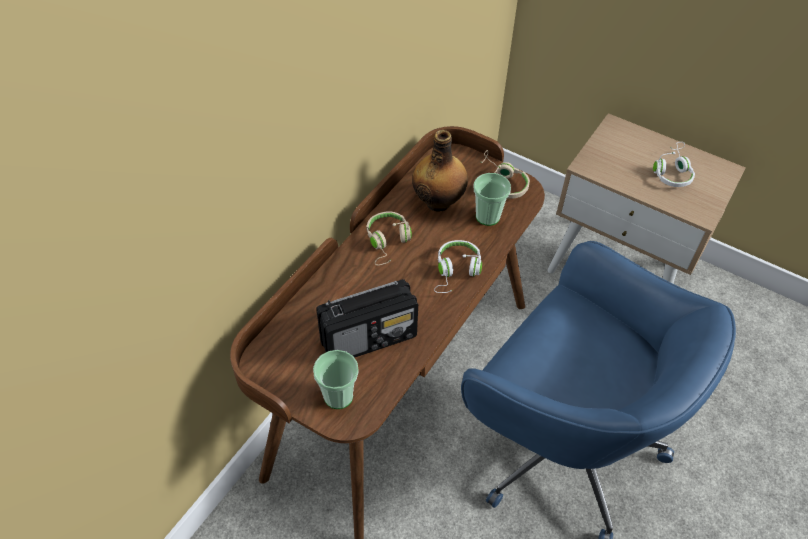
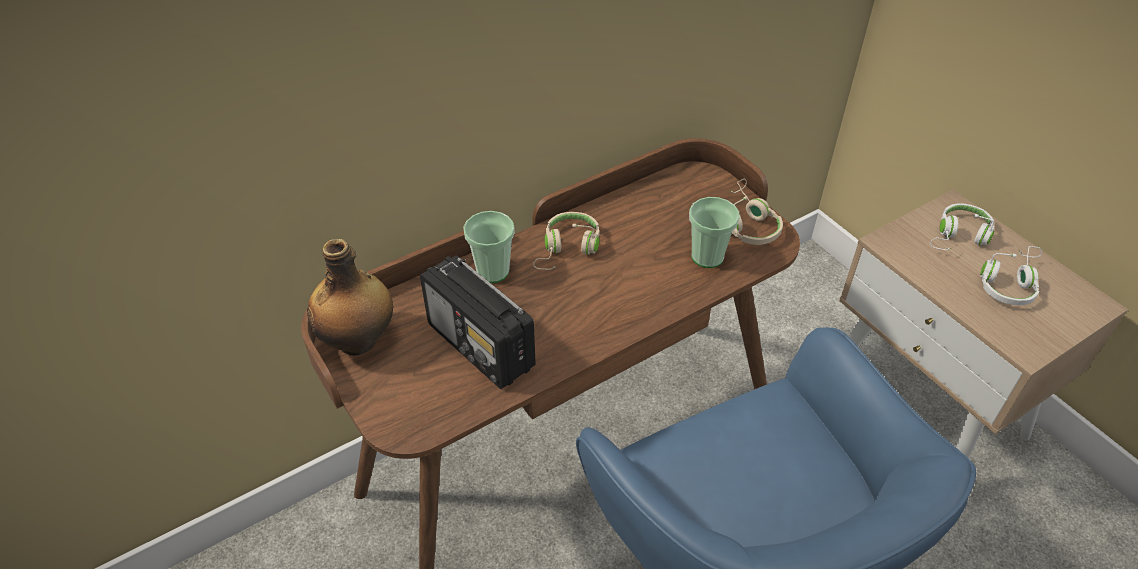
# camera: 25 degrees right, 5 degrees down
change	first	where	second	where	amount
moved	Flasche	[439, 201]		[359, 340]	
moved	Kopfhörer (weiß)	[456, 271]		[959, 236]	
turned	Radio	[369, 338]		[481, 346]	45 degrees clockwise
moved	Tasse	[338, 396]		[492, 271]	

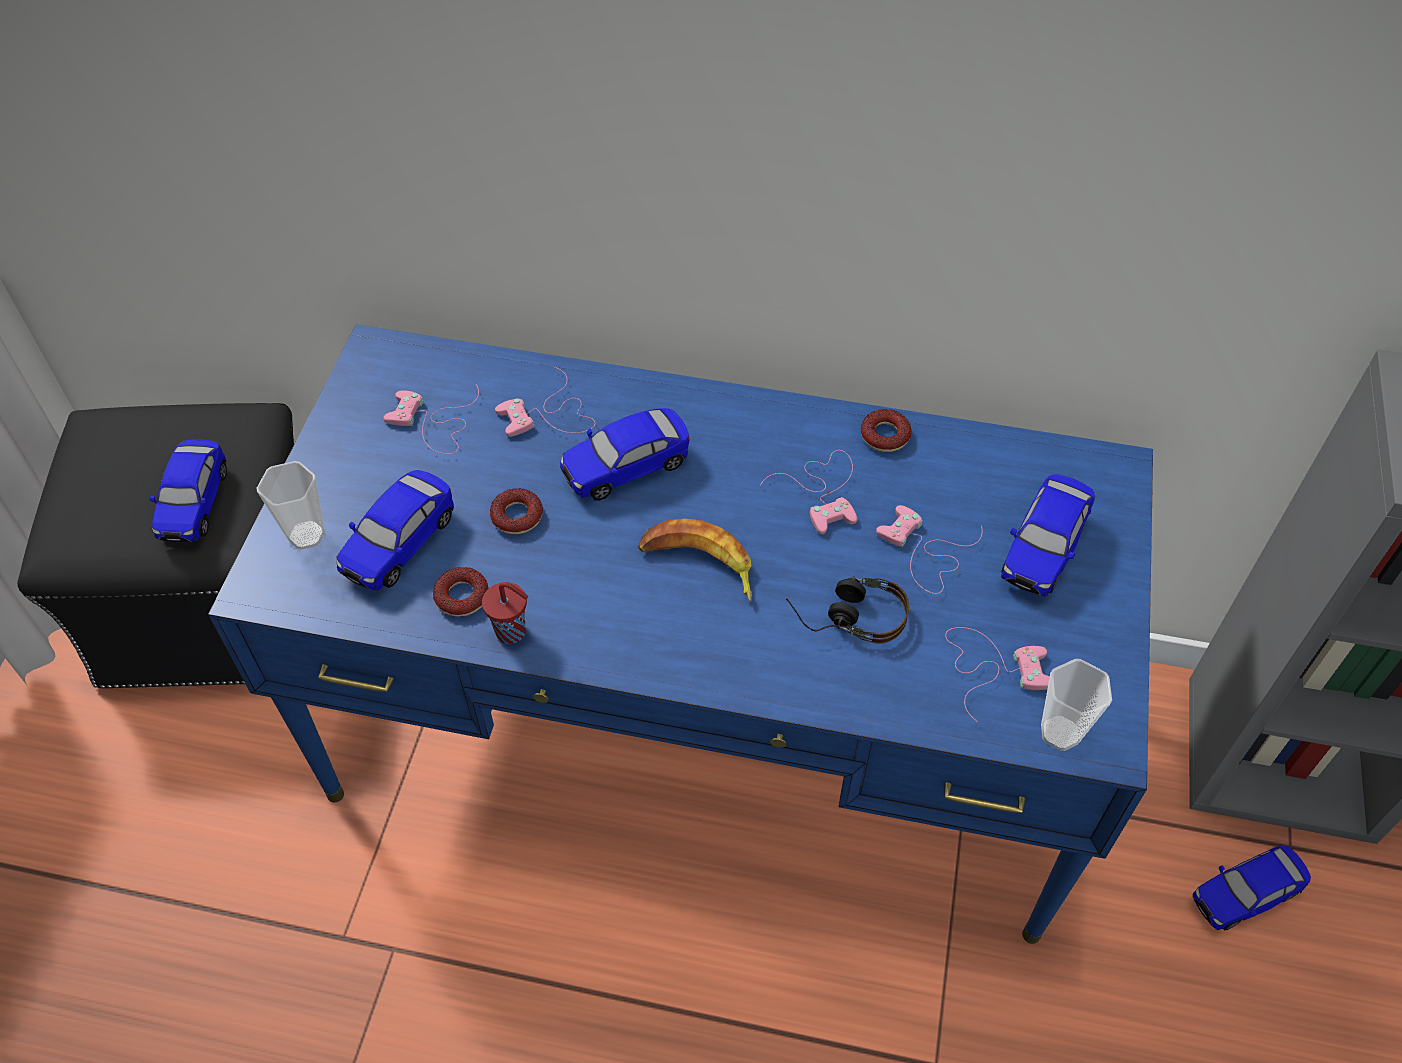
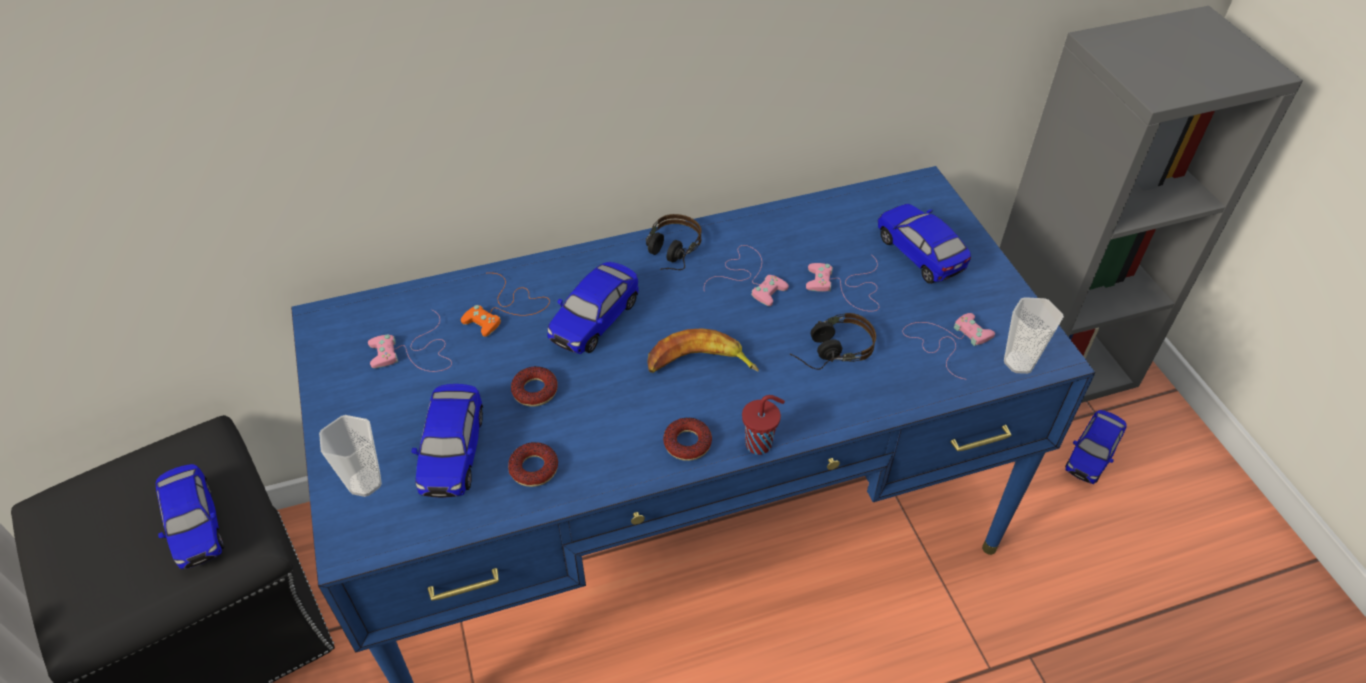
# camera: 30 degrees left, 5 degrees down
change	first	where	second	where	amount
recoloured	Gamepad (rosa)	[549, 415]	Gamepad (orange)	[506, 308]	
moved	Donut	[885, 435]		[687, 443]	
turned	Spielzeugauto	[1042, 549]		[919, 254]	150 degrees clockwise
moved	Tasse (rot)	[512, 632]		[760, 444]	
added			Kopfhörer	[669, 255]	

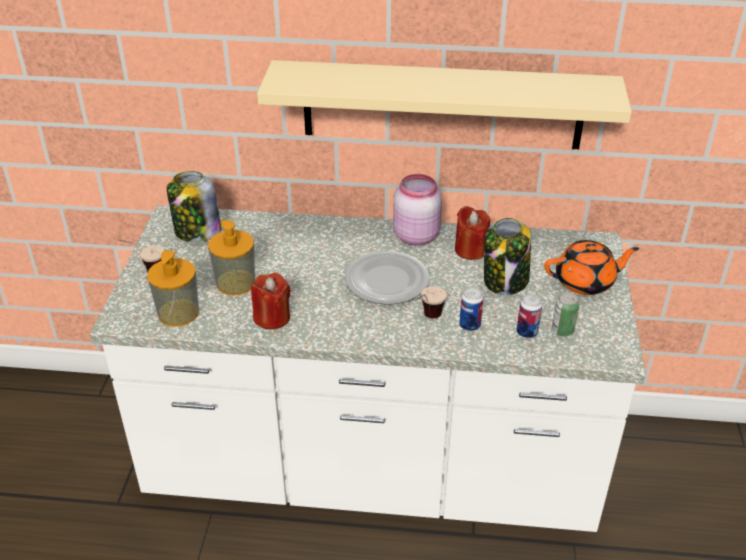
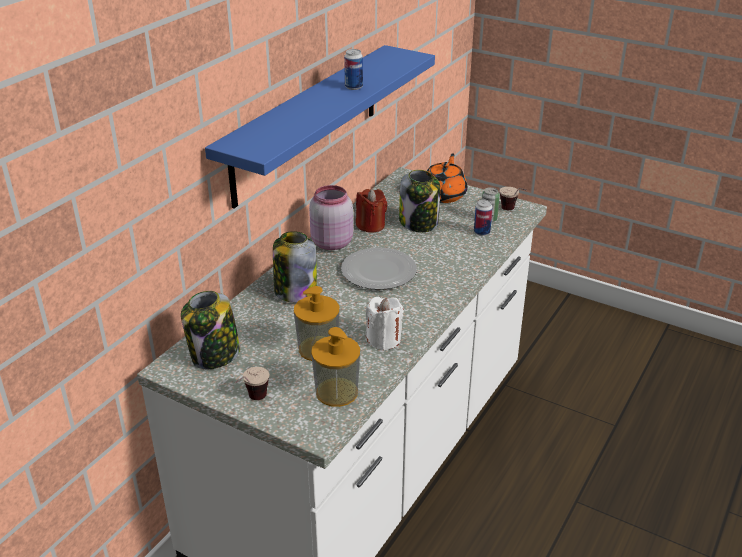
# camera: 65 degrees left, 5 degrees down
change	first	where	second	where	amount
recoloured	Wandregal (beige)	[442, 105]	Wandregal (blau)	[307, 123]	
recoloured	Kerze (rot)	[272, 317]	Kerze (weiß)	[384, 339]	
moved	Tasse	[427, 319]		[512, 211]	
moved	Dose	[469, 325]		[353, 87]	
added			Vorratsglas	[295, 292]	

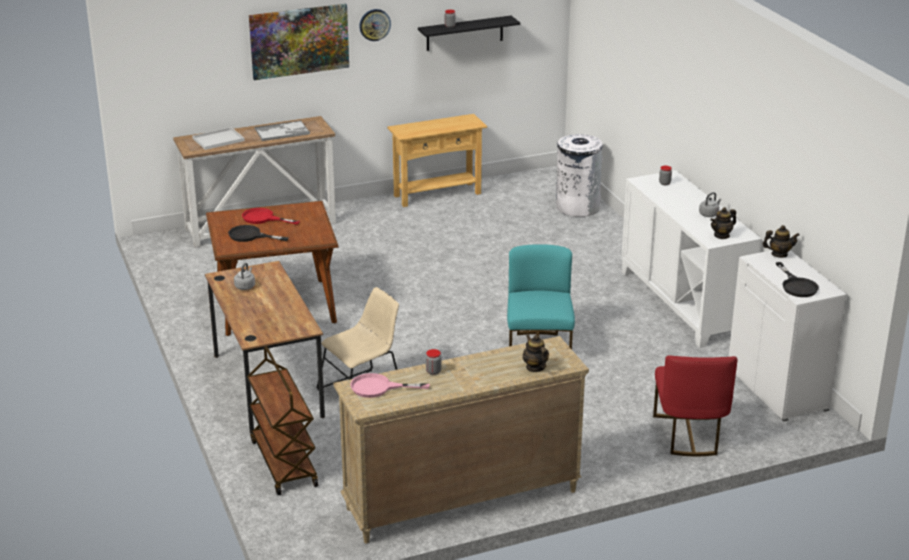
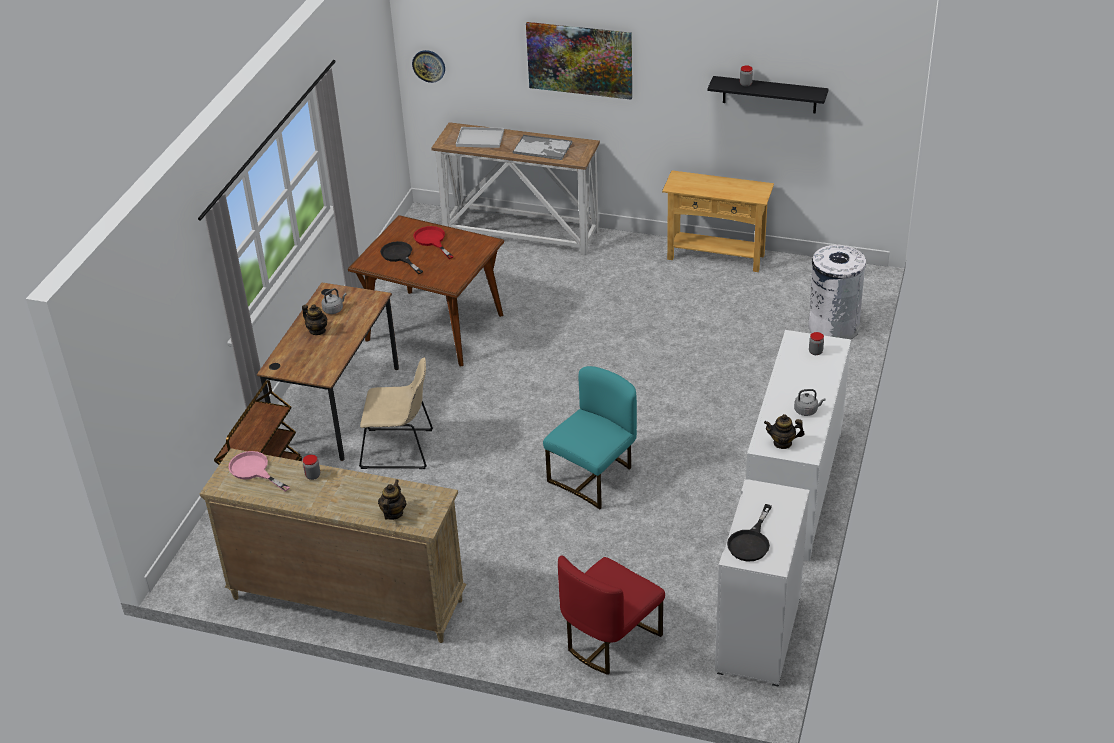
# camera: 40 degrees right, 10 degrees up
change	first	where	second	where	amount
moved	Wanduhr	[374, 24]		[429, 65]	
moved	Teekanne	[779, 254]		[317, 330]	

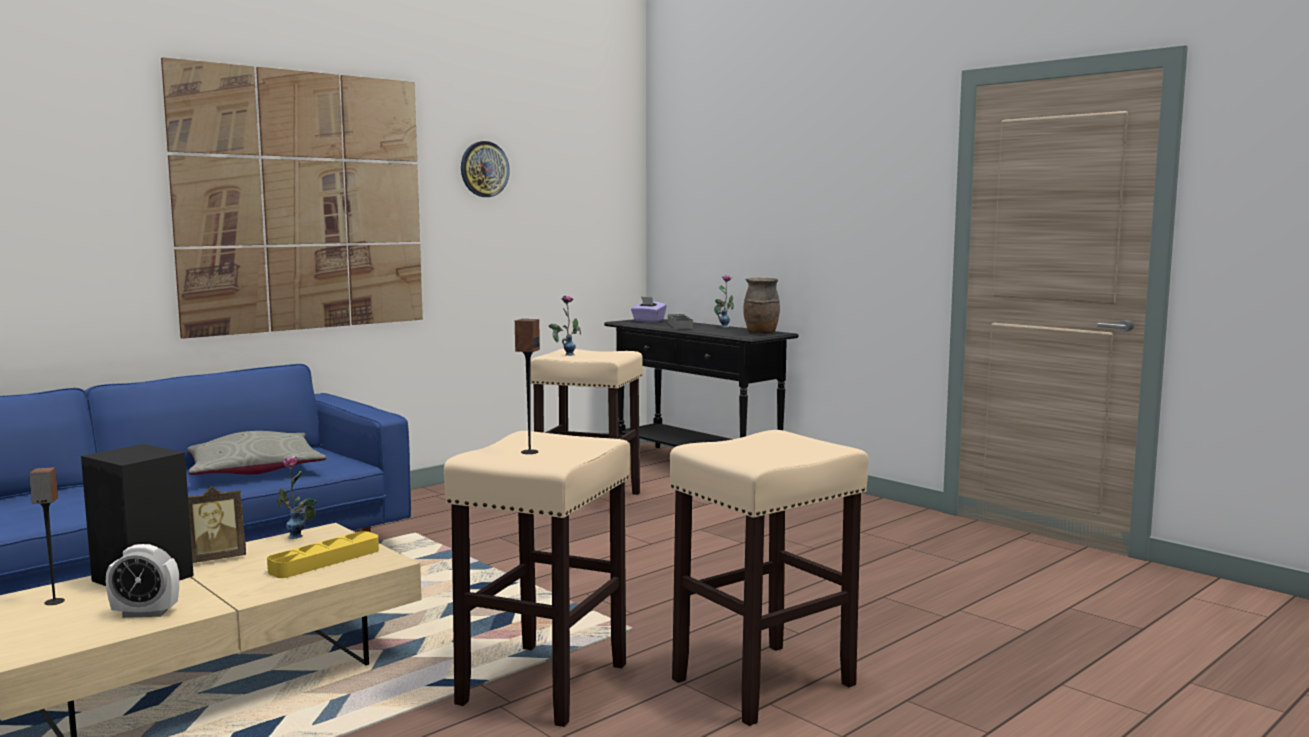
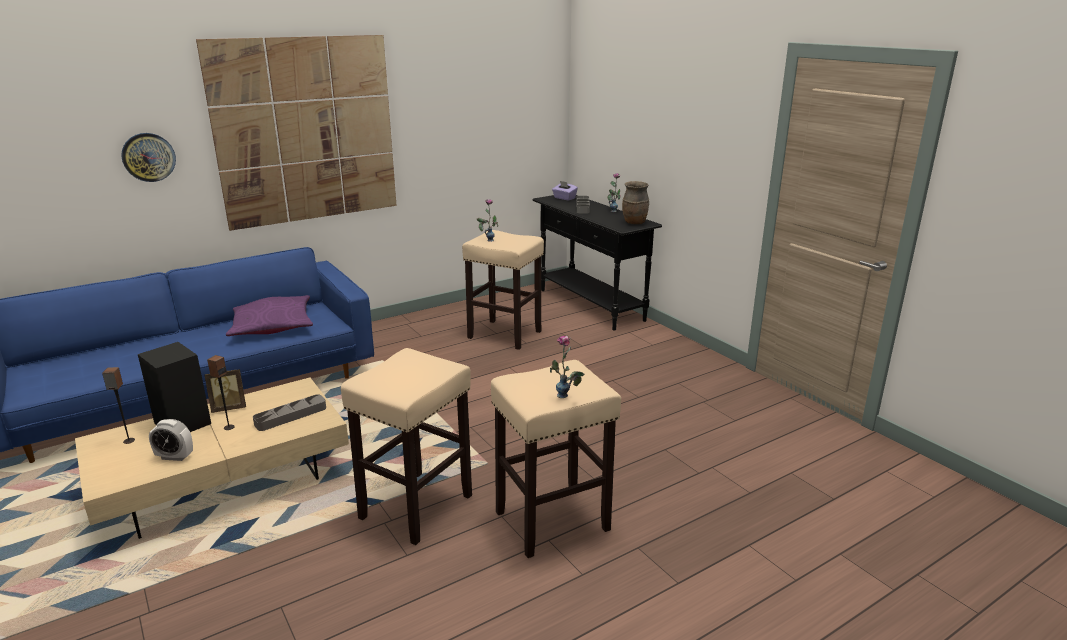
# camera: 10 degrees right, 15 degrees up
change	first	where	second	where	amount
moved	Wanduhr	[484, 169]		[148, 157]	
moved	Lautsprecher	[529, 452]		[229, 427]	
recoloured	Kissen (grau)	[252, 471]	Kissen (lila)	[272, 325]	
moved	Vase	[298, 539]		[566, 399]	
recoloured	Tablett (gelb)	[325, 560]	Tablett (grau)	[291, 416]	

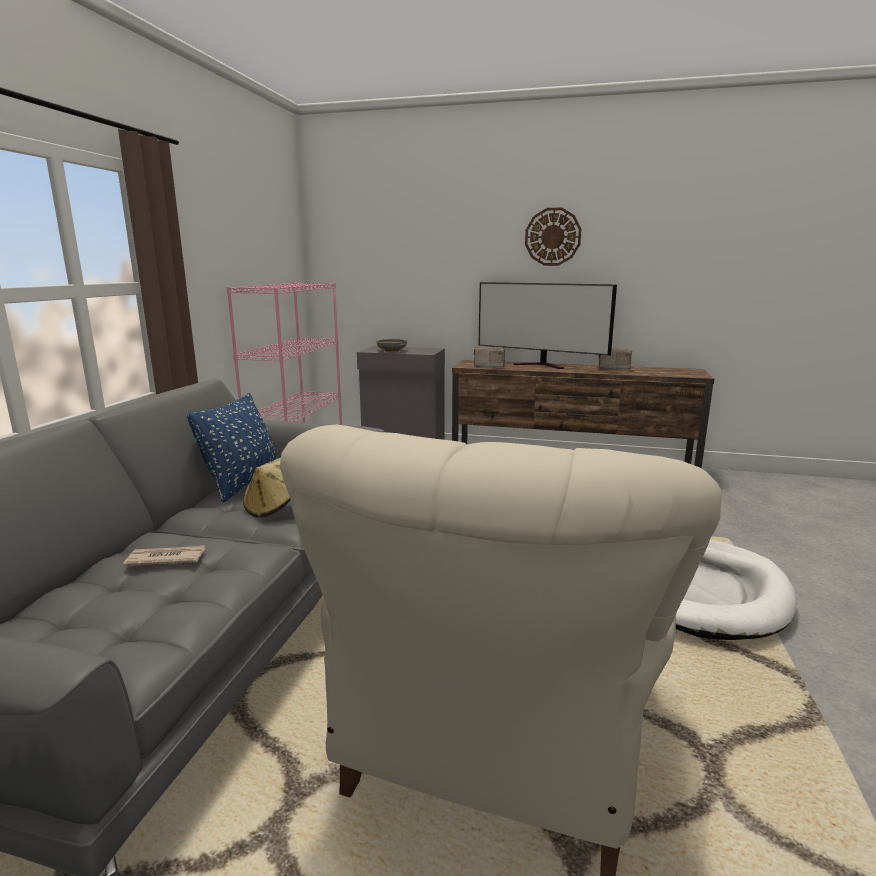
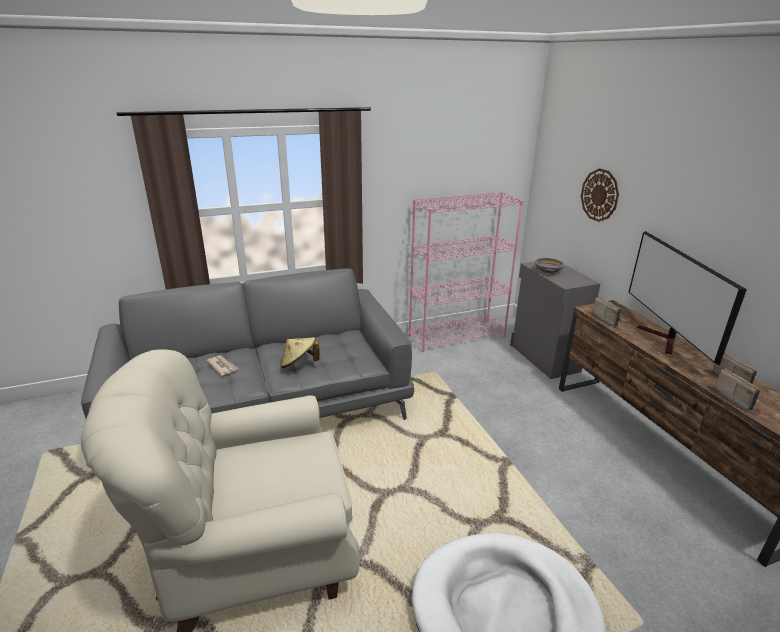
# camera: 55 degrees right, 10 degrees up
change	first	where	second	where	amount
moved	Wanduhr	[552, 237]		[599, 195]	
removed	Kissen (blau)	[243, 484]			
added			Radio	[735, 398]	

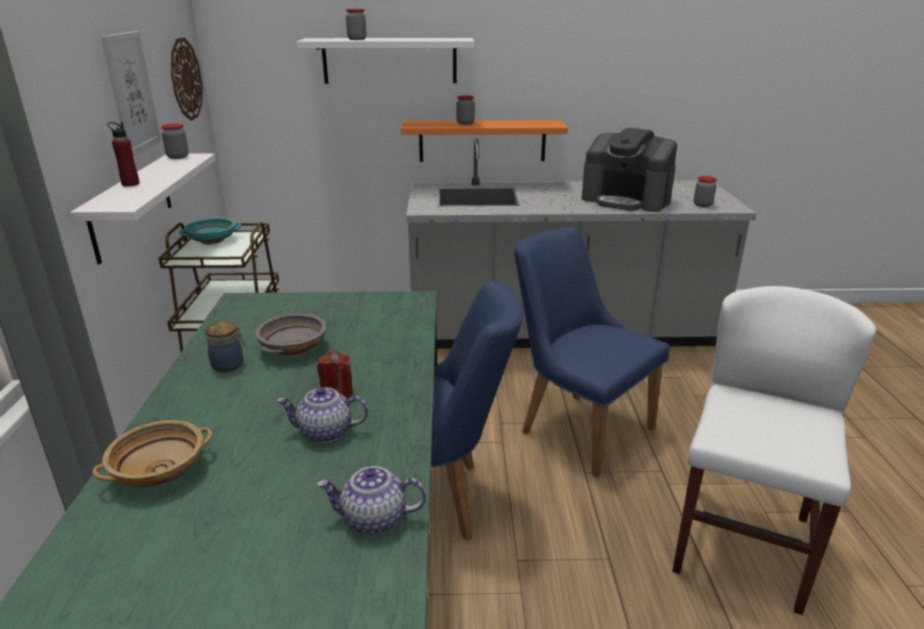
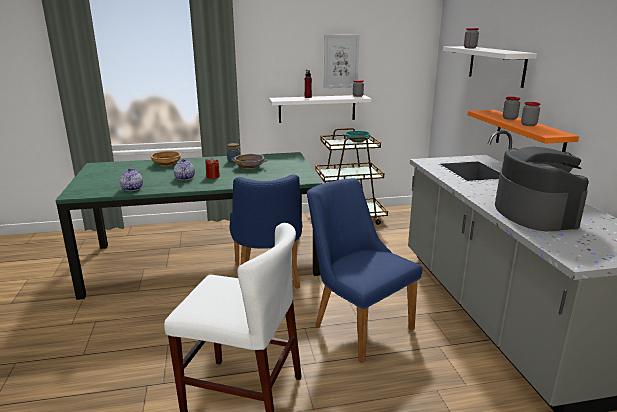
# camera: 80 degrees right, 5 degrees down
change	first	where	second	where	amount
removed	Wanduhr	[185, 79]			
turned	Kaffeemaschine	[626, 200]		[534, 214]	150 degrees clockwise
moved	Vorratsglas	[702, 205]		[528, 125]	
turned	Stuhl (blau)	[576, 425]		[356, 324]	75 degrees counterclockwise

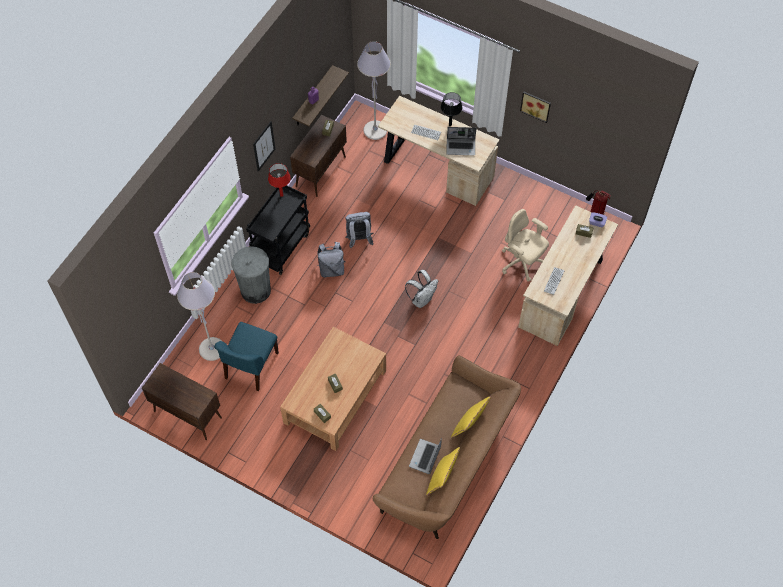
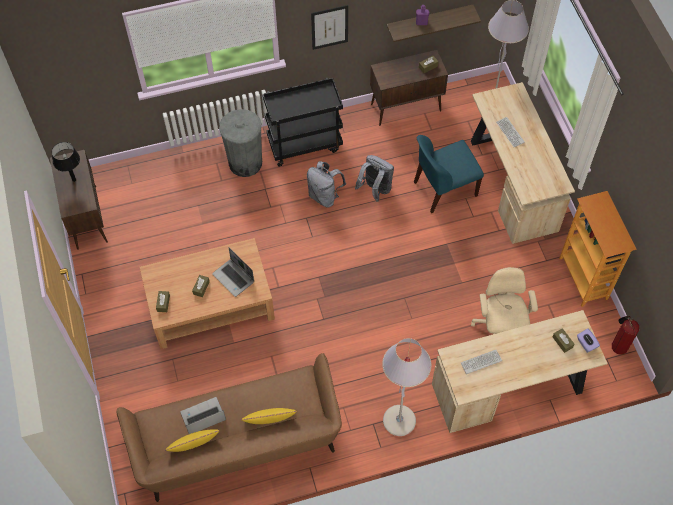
# camera: 45 degrees right, 0 degrees up
change	first	where	second	where	amount
moved	Tischlampe (schwarz)	[450, 125]		[74, 180]	
removed	Bild	[536, 105]			
moved	Laptop	[461, 147]		[234, 278]	
removed	Tischlampe (rot)	[281, 195]			
removed	Rucksack (weiß)	[422, 299]			
moved	Stehlampe (grau)	[212, 349]		[399, 421]	
moved	Stuhl (blau)	[251, 366]		[443, 189]	
added			Bücherregal	[584, 278]	

